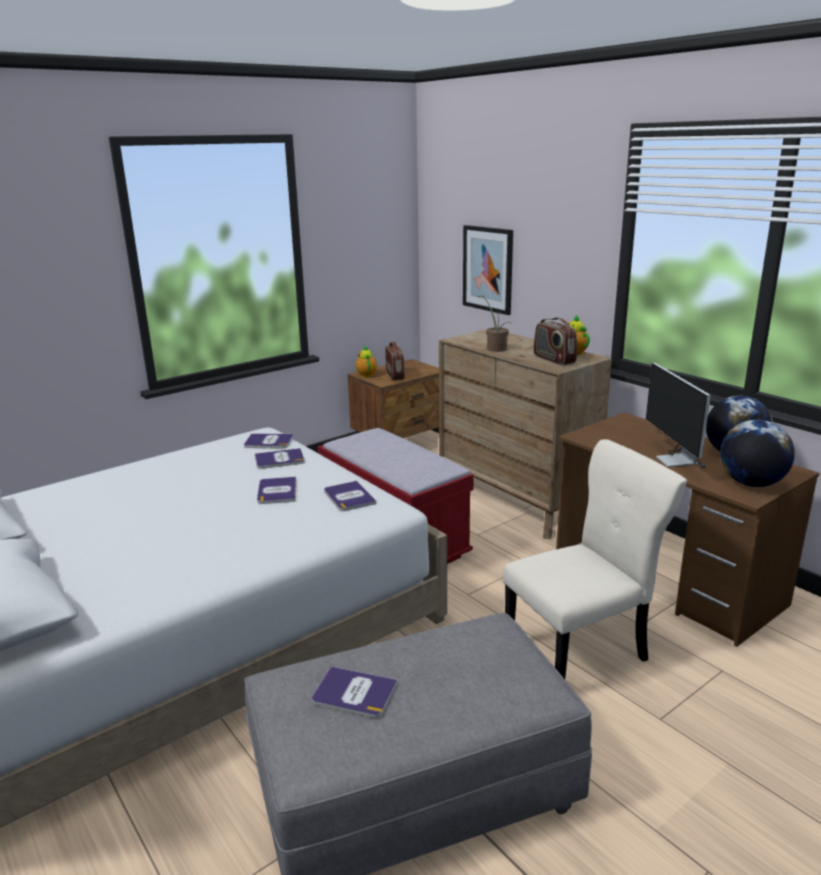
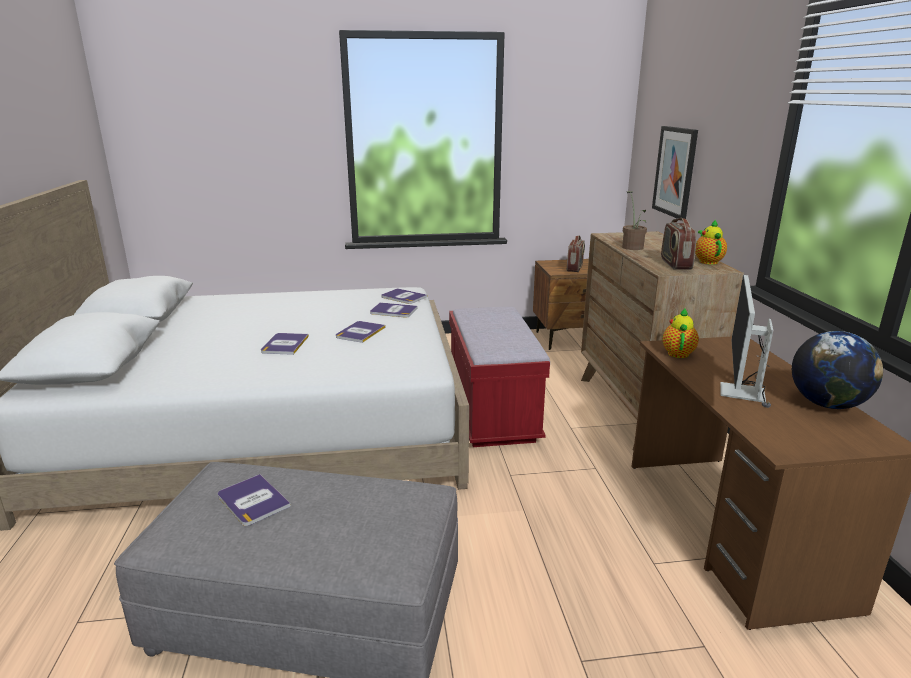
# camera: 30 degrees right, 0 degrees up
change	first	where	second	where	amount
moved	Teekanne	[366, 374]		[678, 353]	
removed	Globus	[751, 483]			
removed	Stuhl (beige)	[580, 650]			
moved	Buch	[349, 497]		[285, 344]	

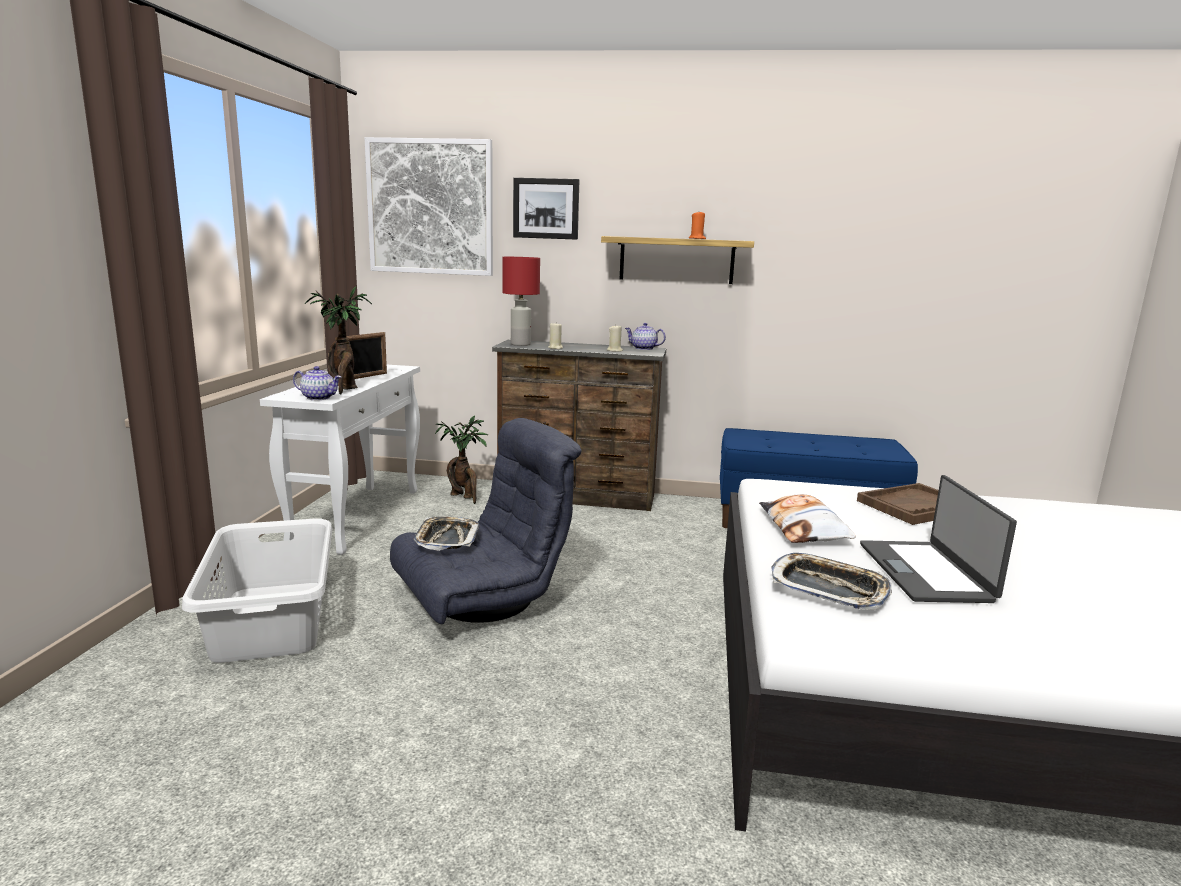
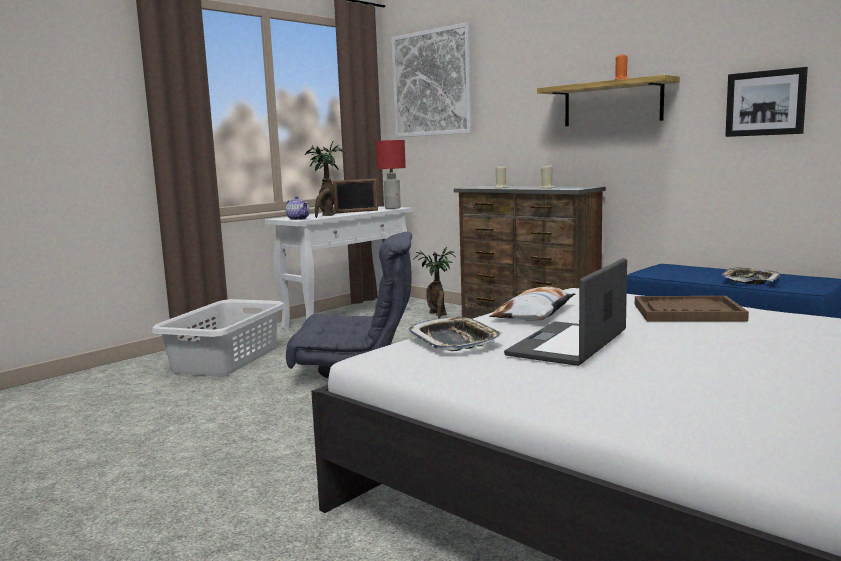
# camera: 35 degrees right, 5 degrees down
change	first	where	second	where	amount
moved	Bild	[546, 208]		[765, 103]	
moved	Tischlampe (rot)	[520, 344]		[392, 208]	
removed	Teekanne	[643, 348]			
moved	Tablett	[447, 538]		[750, 280]	

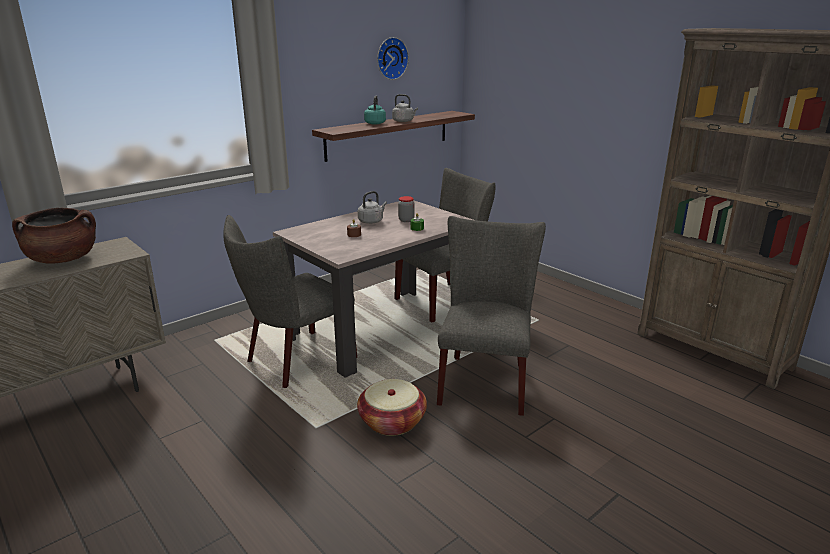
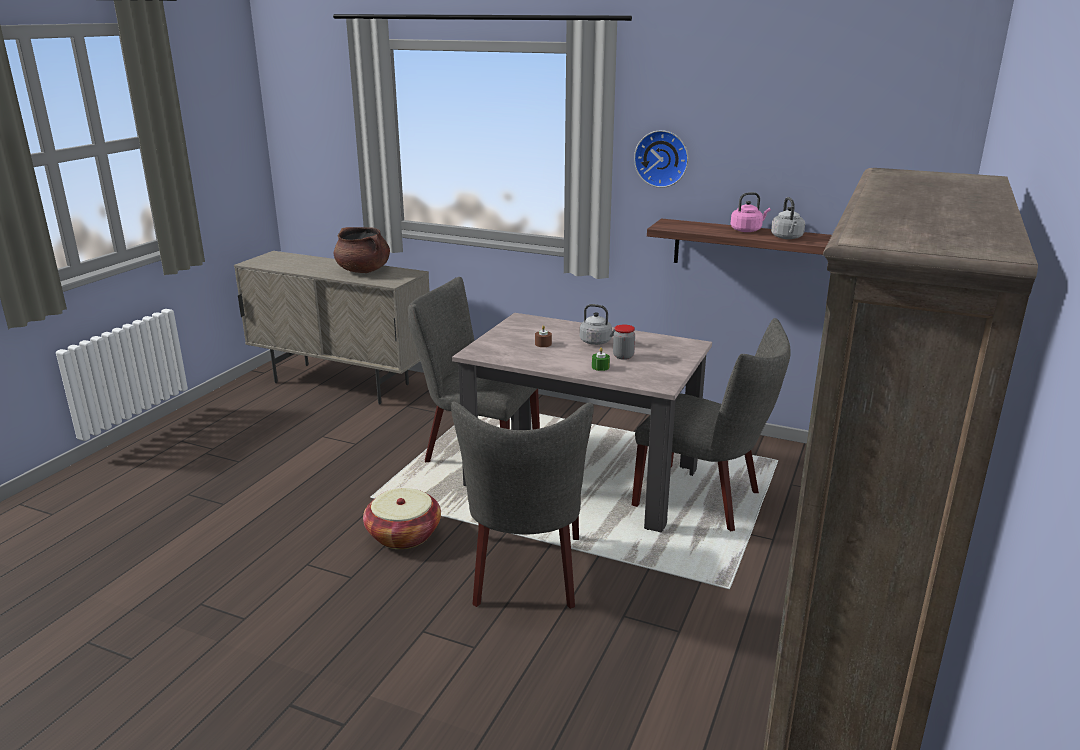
# camera: 65 degrees right, 0 degrees up
change	first	where	second	where	amount
moved	Wanduhr	[391, 58]		[662, 158]	
recoloured	Wasserkessel (türkis)	[375, 123]	Wasserkessel (rosa)	[747, 230]	
turned	Stuhl (grau)	[484, 380]		[526, 575]	105 degrees clockwise

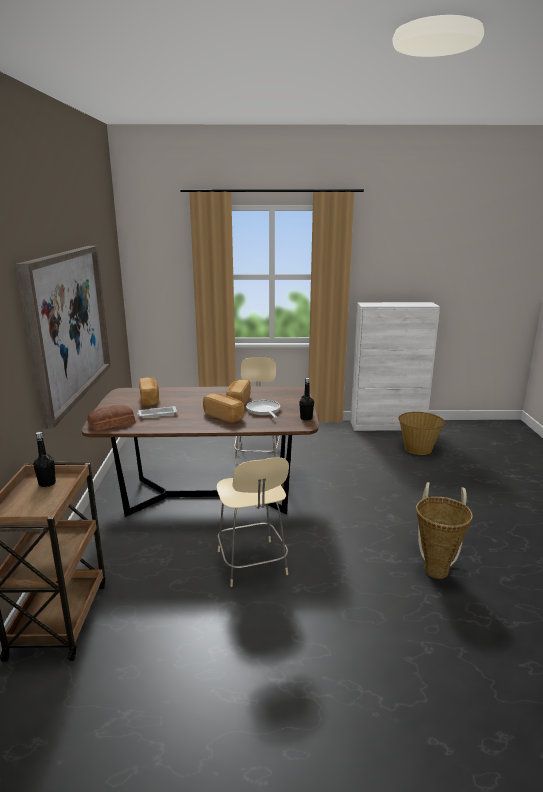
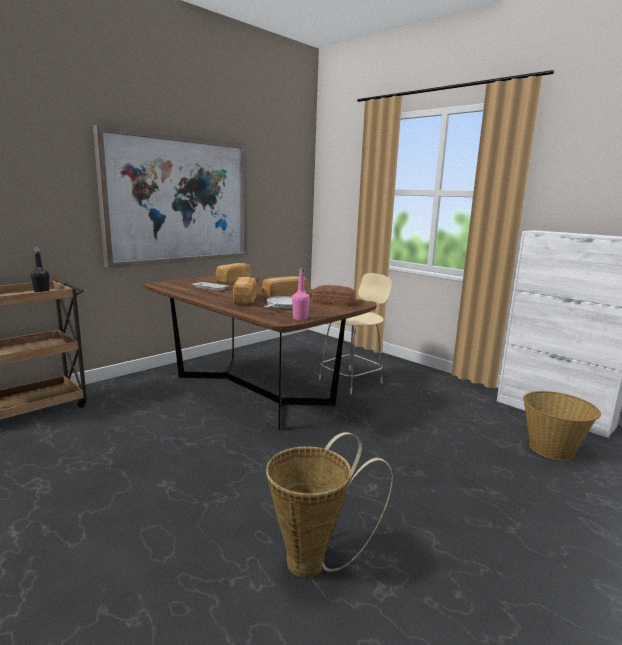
# camera: 45 degrees right, 5 degrees down
change	first	where	second	where	amount
recoloured	Flasche (schwarz)	[306, 418]	Flasche (rosa)	[300, 318]	
moved	Brot	[112, 423]		[333, 301]	
removed	Stuhl (beige)	[252, 564]			

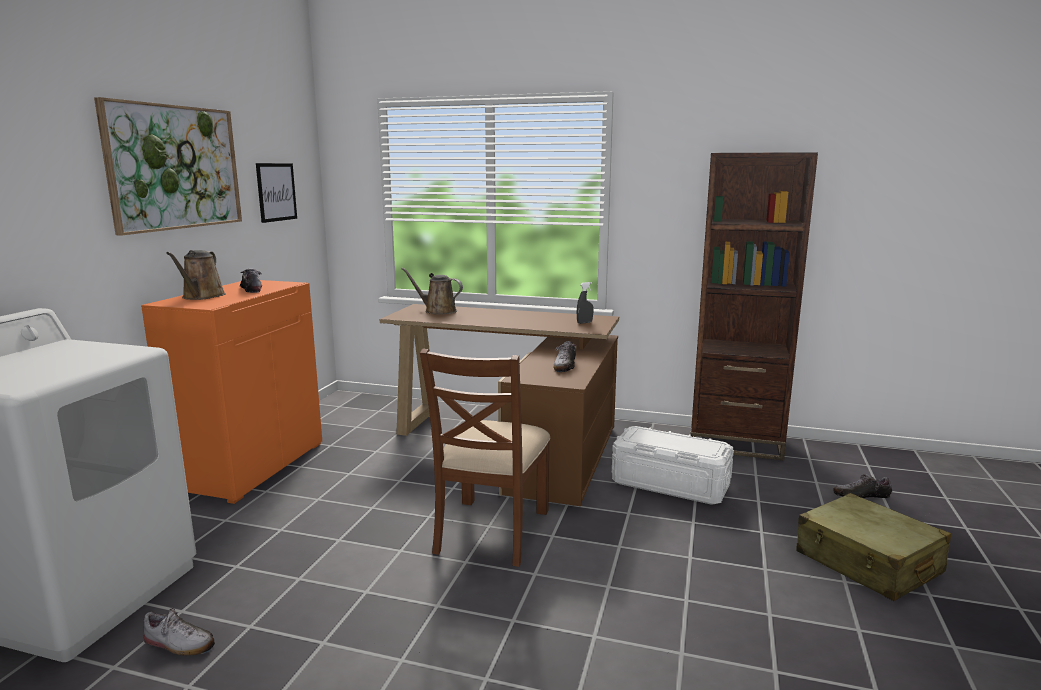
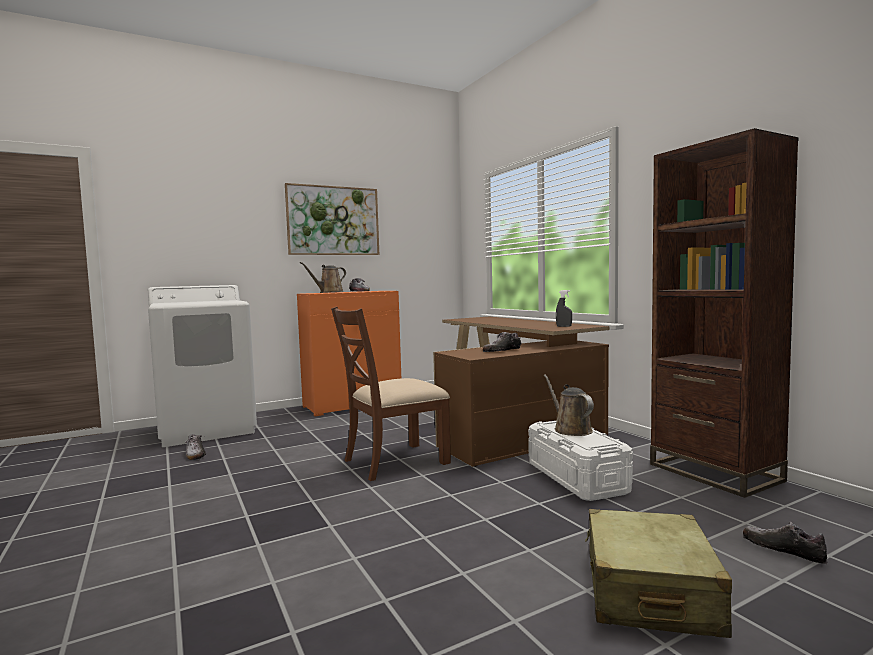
# camera: 45 degrees right, 10 degrees down
change	first	where	second	where	amount
removed	Bild	[276, 192]			
moved	Gießkanne (braun)	[437, 311]		[570, 429]	

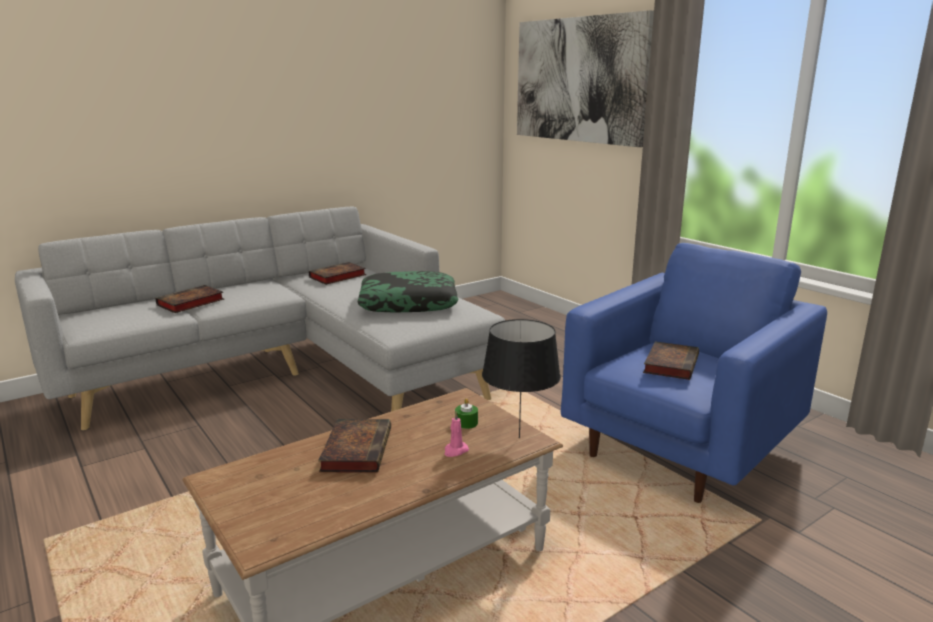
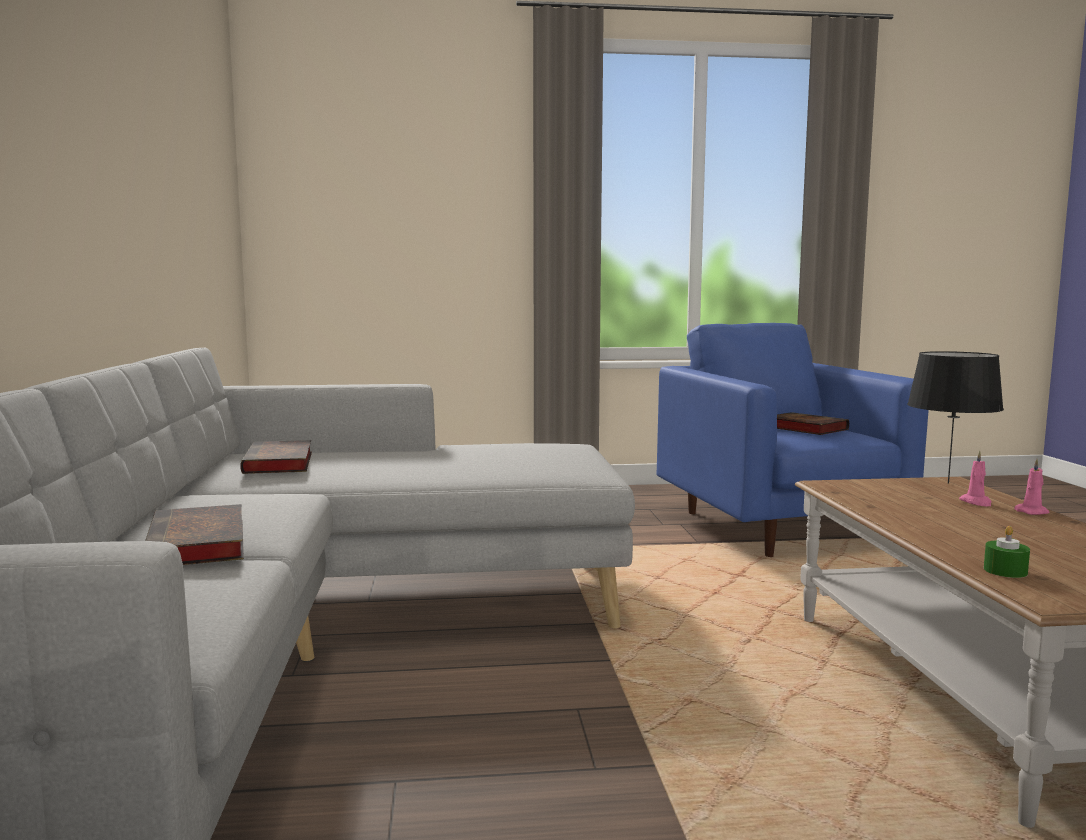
# camera: 60 degrees left, 10 degrees down
change	first	where	second	where	amount
removed	Bild	[578, 80]			
removed	Kissen	[408, 303]			
moved	Kerze (grün)	[466, 423]		[1005, 571]	
removed	Buch	[356, 449]			
added			Kerze (rosa)	[1032, 512]	

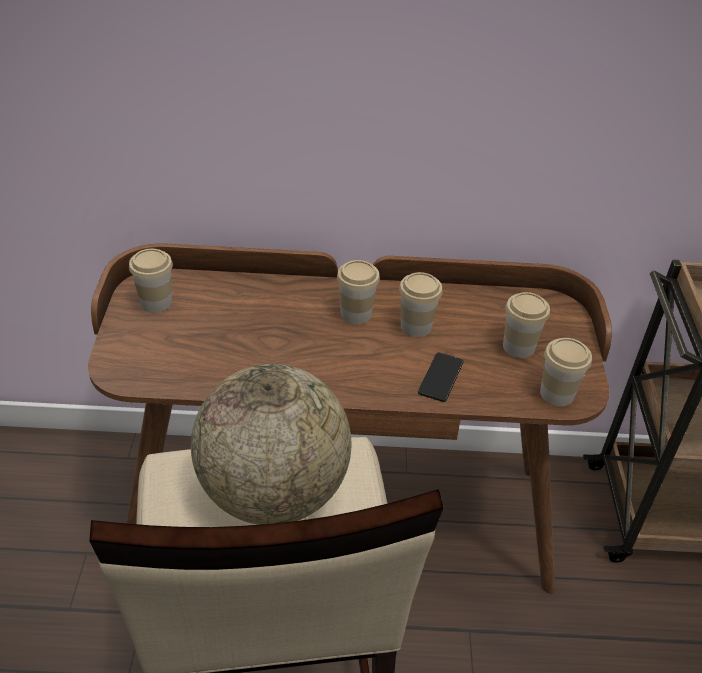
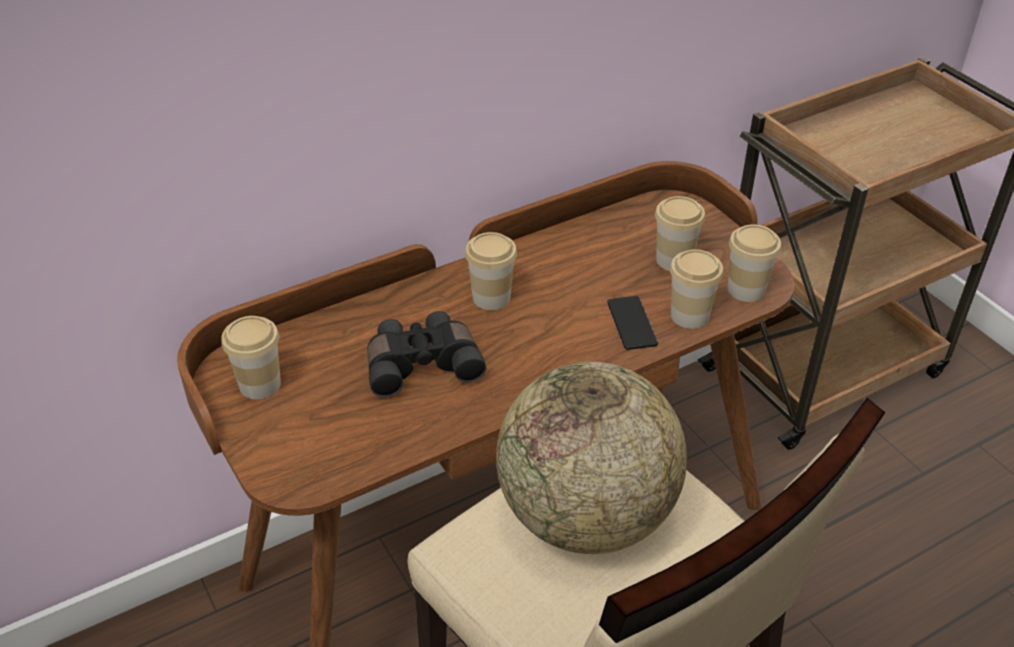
# camera: 30 degrees left, 0 degrees up
change	first	where	second	where	amount
moved	Tasse	[416, 326]		[689, 315]	
added			Fernglas (schwarz)	[422, 364]	

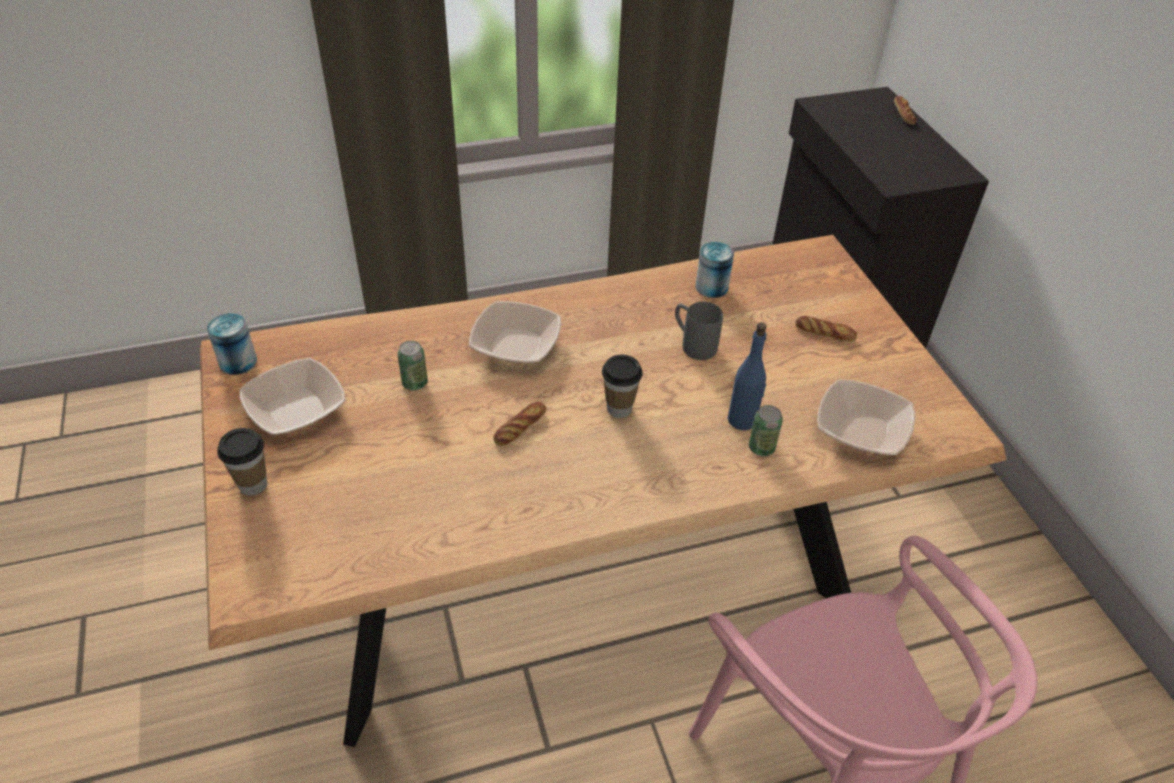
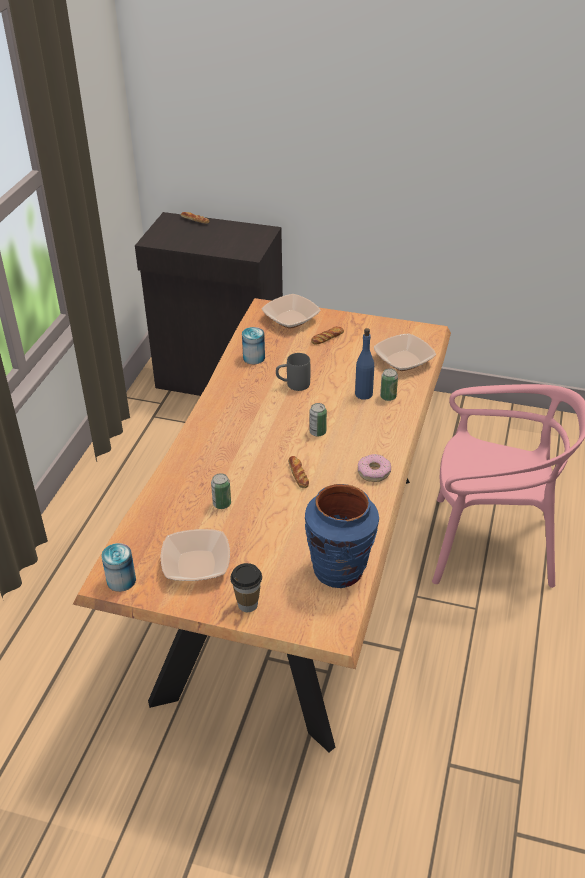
# camera: 55 degrees left, 5 degrees down
change	first	where	second	where	amount
moved	Schüssel	[516, 345]		[291, 319]	
replaced	Tasse	[619, 409]	Dose	[317, 432]	
added			Donut	[373, 472]	
added			Vase (blau)	[339, 570]	

